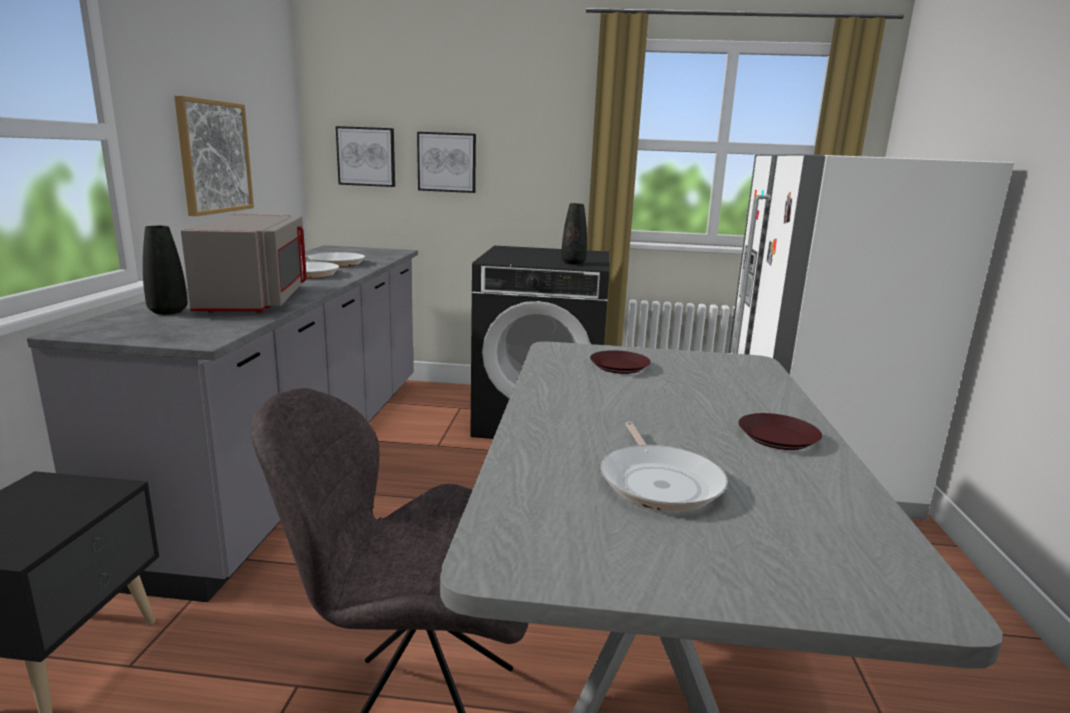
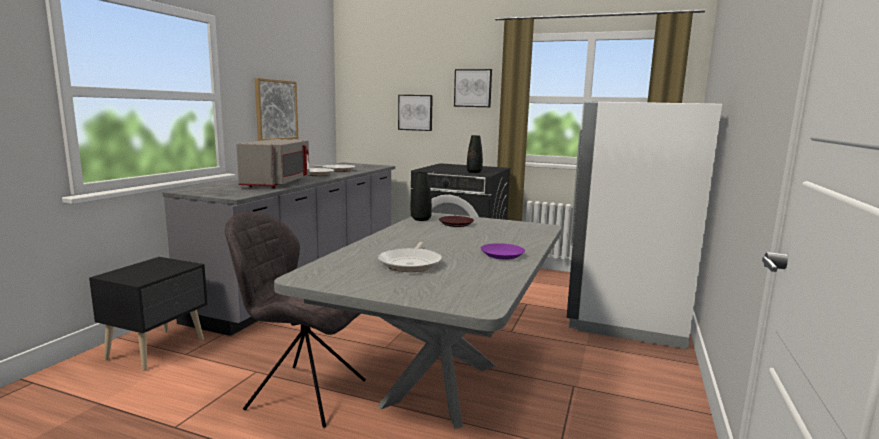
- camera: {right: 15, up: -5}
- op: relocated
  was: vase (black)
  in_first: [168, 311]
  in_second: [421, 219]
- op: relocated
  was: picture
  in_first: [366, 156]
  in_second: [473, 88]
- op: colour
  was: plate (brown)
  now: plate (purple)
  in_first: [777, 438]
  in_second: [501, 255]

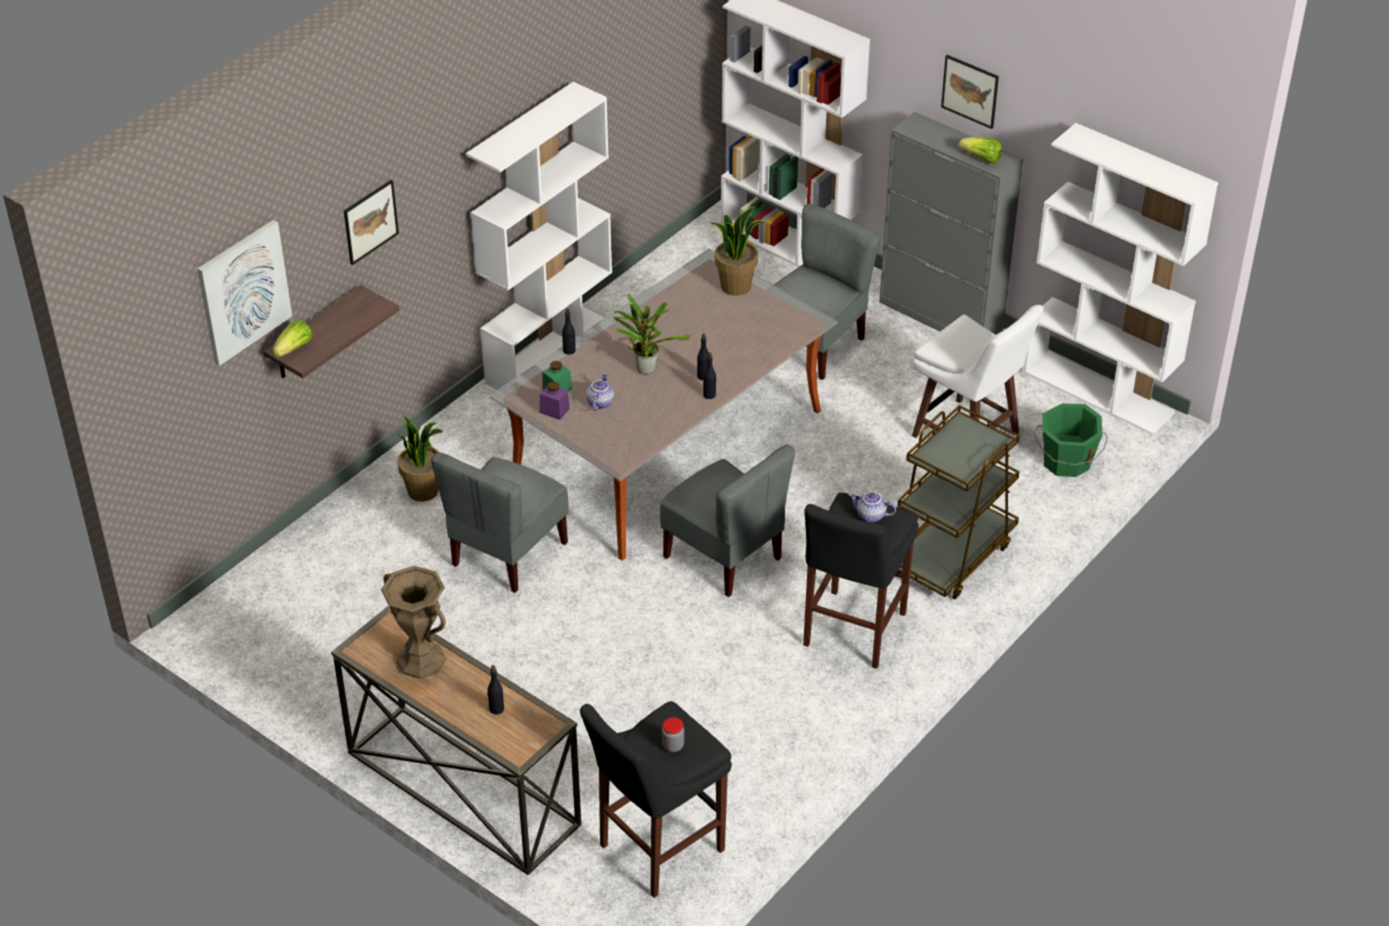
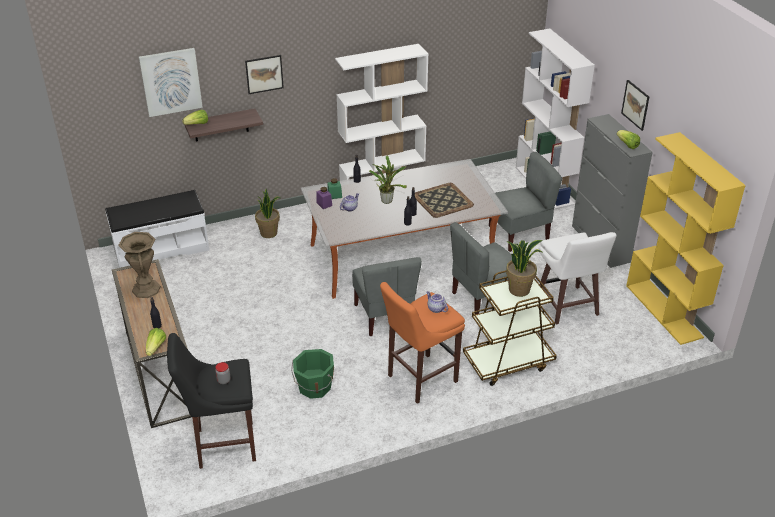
- camera: {right: 30, up: -5}
- op: appeared
  now: bench (white)
  in_second: [161, 248]
- op: appeared
  now: lettuce
  in_second: [156, 348]
- op: relocated
  was: bucket (green)
  in_first: [1066, 461]
  in_second: [314, 387]
- op: colour
  was: stool (black)
  now: stool (orange)
  in_first: [851, 632]
  in_second: [419, 379]
- op: appeared
  now: tray
  in_second: [442, 200]
- op: relocated
  was: chair (grey)
  in_first: [507, 554]
  in_second: [484, 297]
- op: relocated
  was: potted plant
  in_first: [735, 285]
  in_second: [519, 289]
- op: colour
  was: bookcase (white)
  now: bookcase (yellow)
  in_first: [1099, 392]
  in_second: [664, 311]

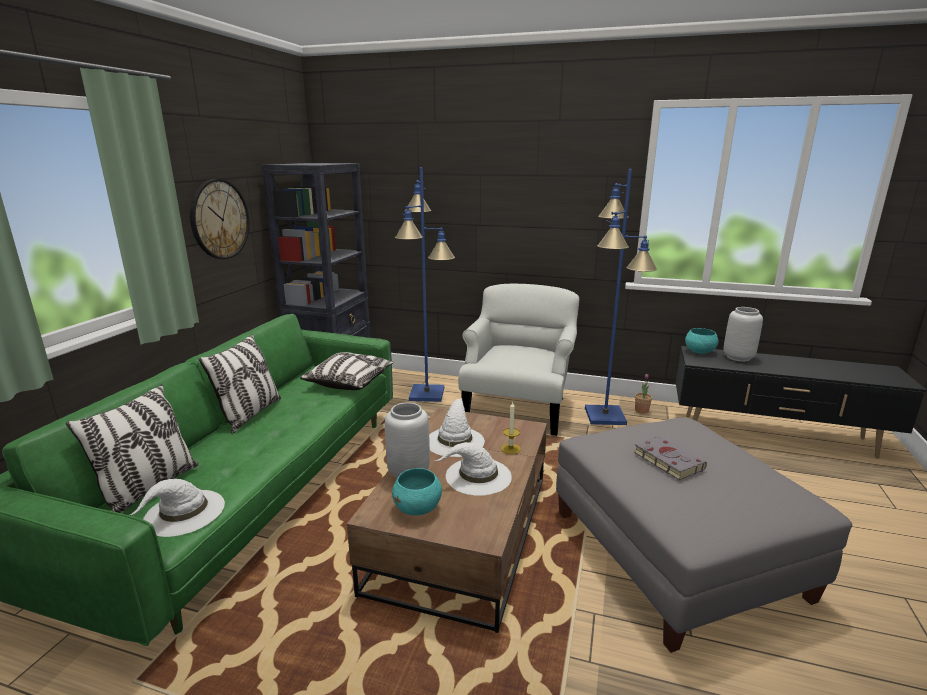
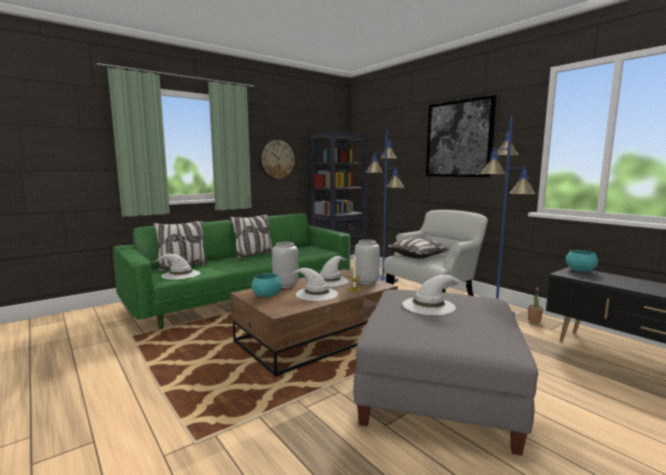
- camera: {right: 35, up: -10}
- op: relocated
  was: vase (grey)
  in_first: [739, 357]
  in_second: [367, 282]
- op: relocated
  was: pillow
  in_first: [349, 381]
  in_second: [418, 256]
- op: exchanged
  was: book (grey)
  now: hat (white)
  in_first: [666, 460]
  in_second: [429, 305]
- op: appeared
  now: picture
  in_second: [459, 139]

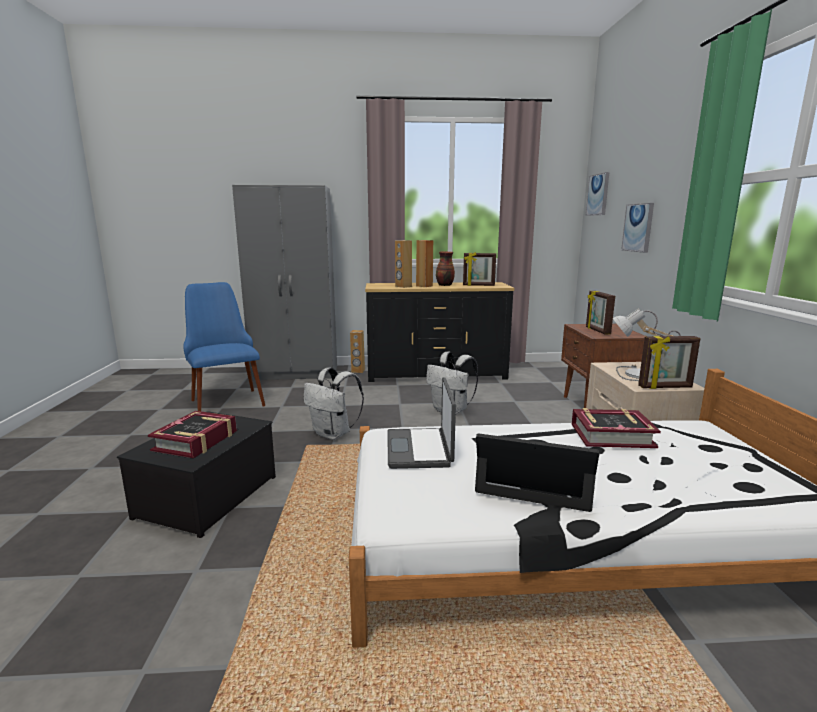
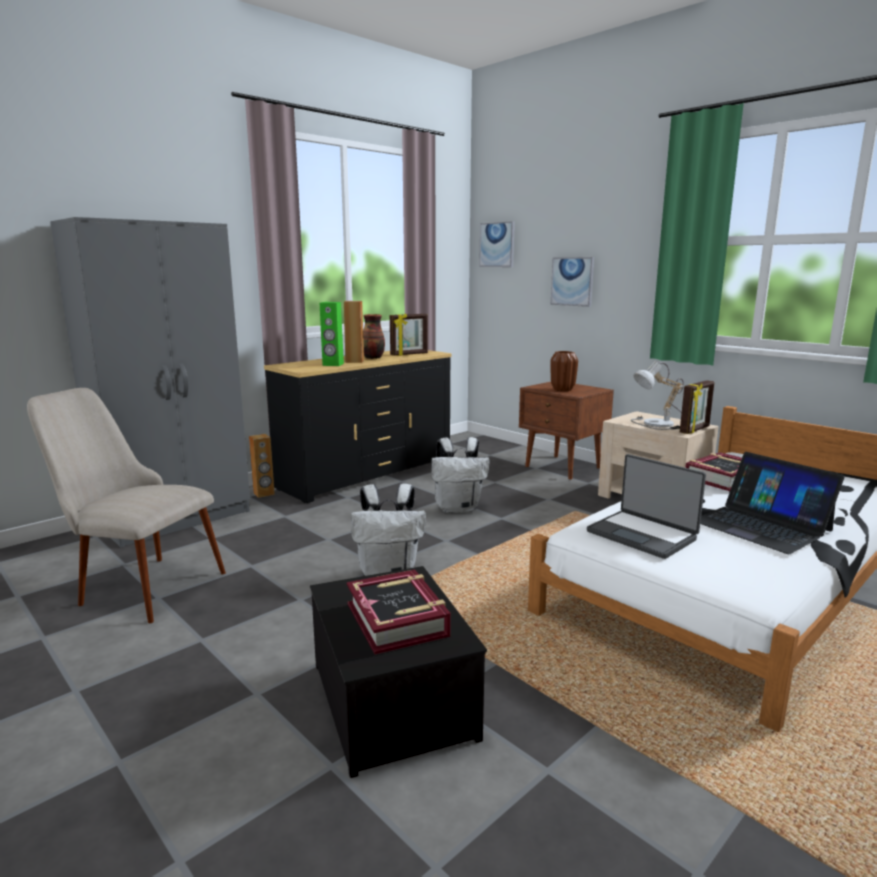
- camera: {right: -40, up: 0}
- op: colour
  was: chair (blue)
  now: chair (beige)
  in_first: [225, 399]
  in_second: [137, 584]
- op: colour
  was: speaker (brown)
  now: speaker (green)
  in_first: [403, 286]
  in_second: [333, 364]
- op: exchanged
  was: picture frame
  now: vase (brown)
  in_first: [597, 331]
  in_second: [563, 390]
- op: spun
  was: laptop
  in_first: [534, 479]
  in_second: [761, 525]
  clockwise: -105

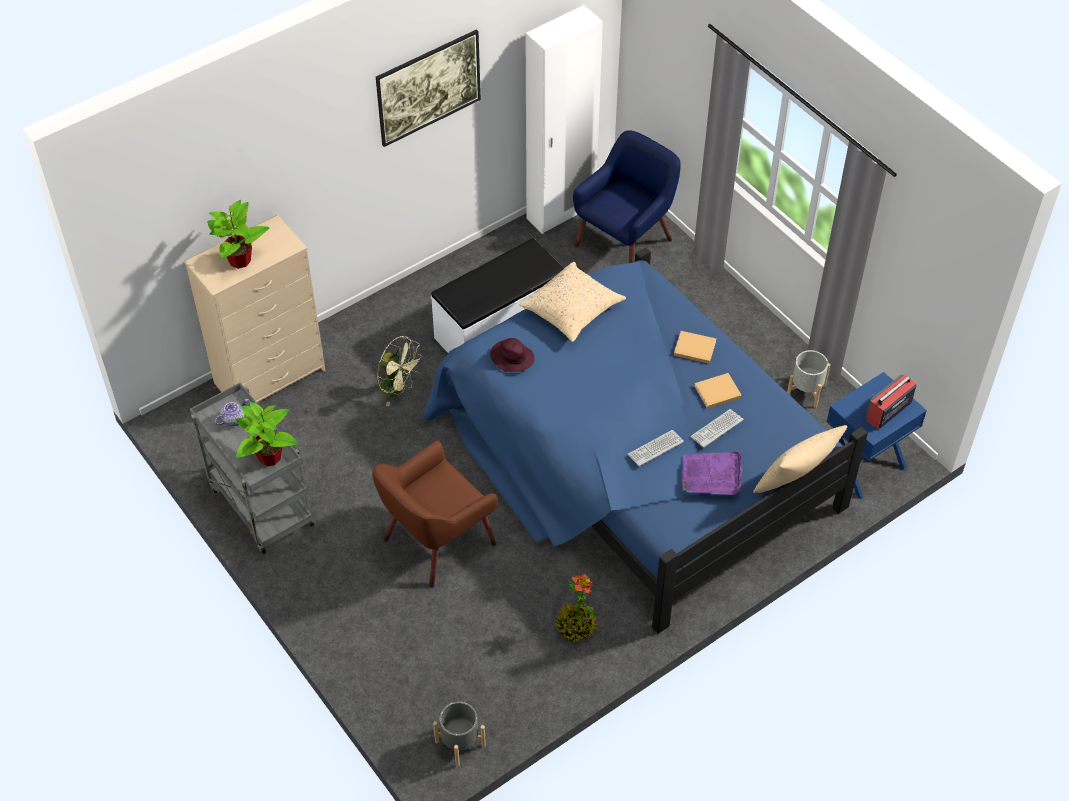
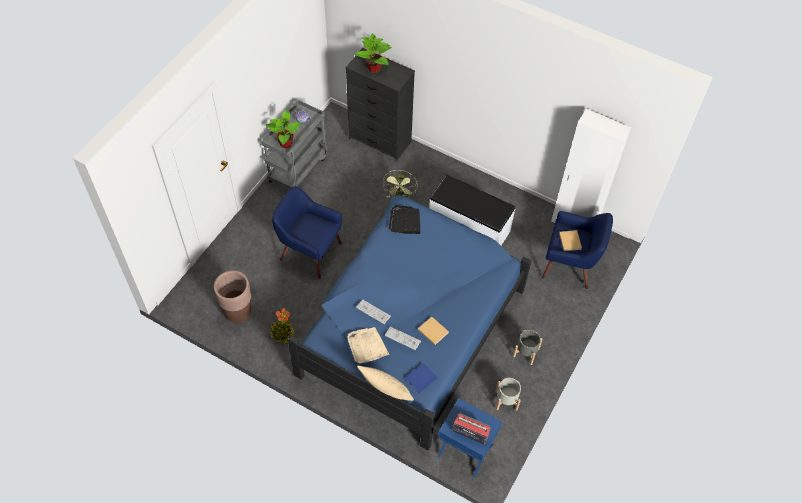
- camera: {right: 65, up: 5}
- op: appeared
  now: planter (brown)
  in_second: [238, 312]
- op: colour
  was: armchair (brown)
  now: armchair (blue)
  in_first: [437, 541]
  in_second: [309, 251]
- op: colour
  was: dresser (beige)
  now: dresser (black)
  in_first: [271, 376]
  in_second: [380, 140]
- op: colour
  was: tray (purple)
  now: tray (beige)
  in_first: [711, 475]
  in_second: [367, 346]
- op: exchanged
  was: hat (purple)
  now: tray (black)
  in_first: [511, 357]
  in_second: [405, 221]
- op: appeared
  now: book (blue)
  in_second: [420, 379]
- op: relocated
  was: planter (grey)
  in_first: [460, 743]
  in_second: [526, 352]
- op: relocated
  was: book (beige)
  in_first: [693, 348]
  in_second: [570, 240]
- op: missing
  was: picture
  in_first: [430, 104]
- op: missing
  was: pillow (beige)
  in_first: [572, 310]

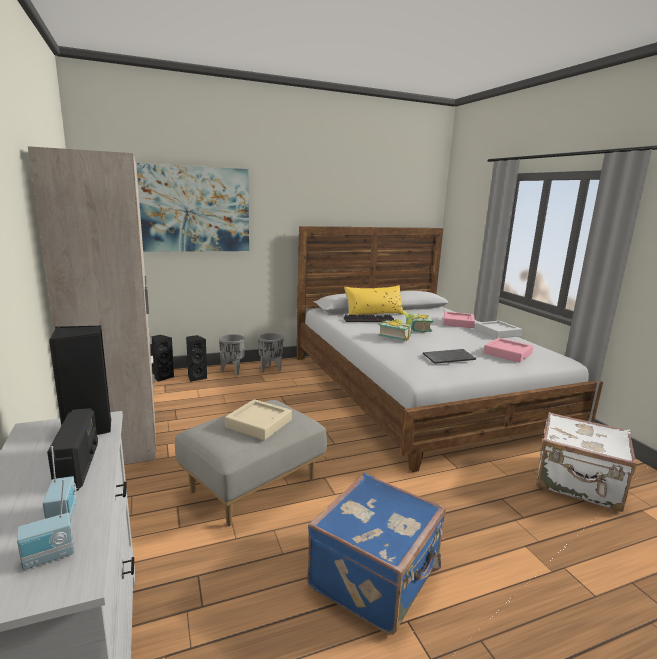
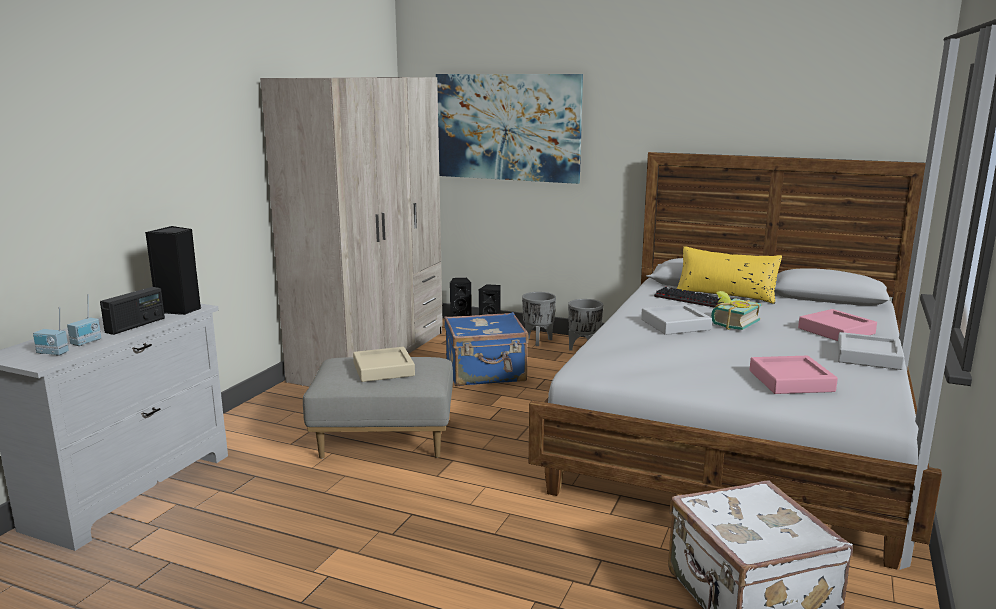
- camera: {right: 45, up: 0}
- op: relocated
  was: suitcase (blue)
  in_first: [376, 577]
  in_second: [486, 374]
- op: exchanged
  was: book
  now: tray (grey)
  in_first: [396, 336]
  in_second: [675, 324]
- op: missing
  was: keyboard
  in_first: [449, 357]

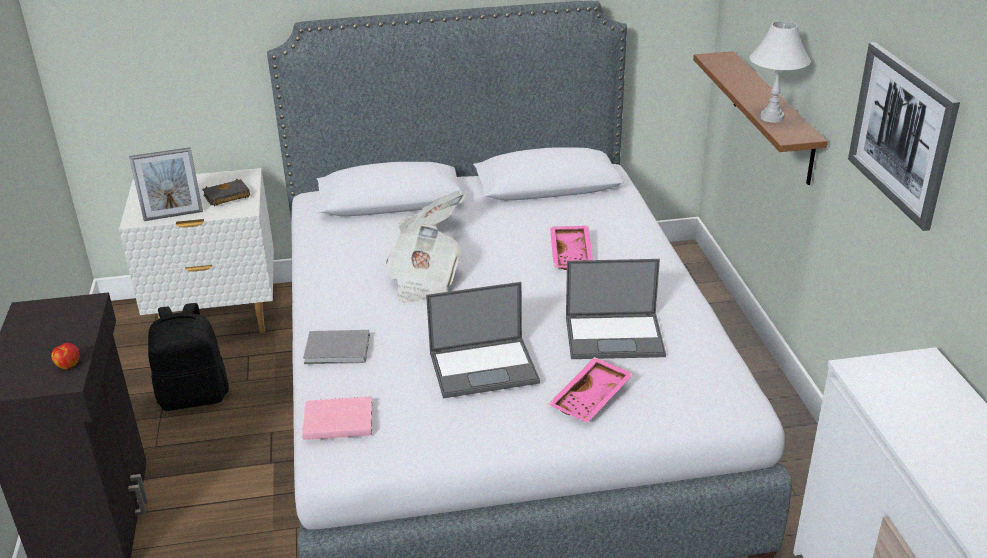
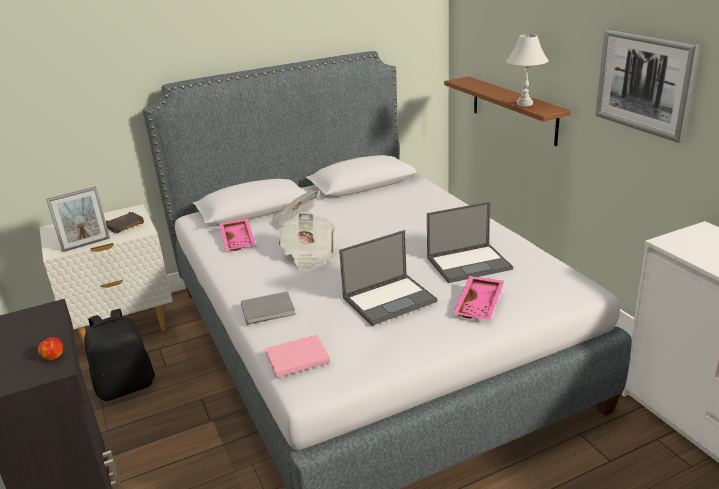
- camera: {right: -15, up: -5}
- op: relocated
  was: tray (pink)
  in_first: [572, 255]
  in_second: [239, 240]

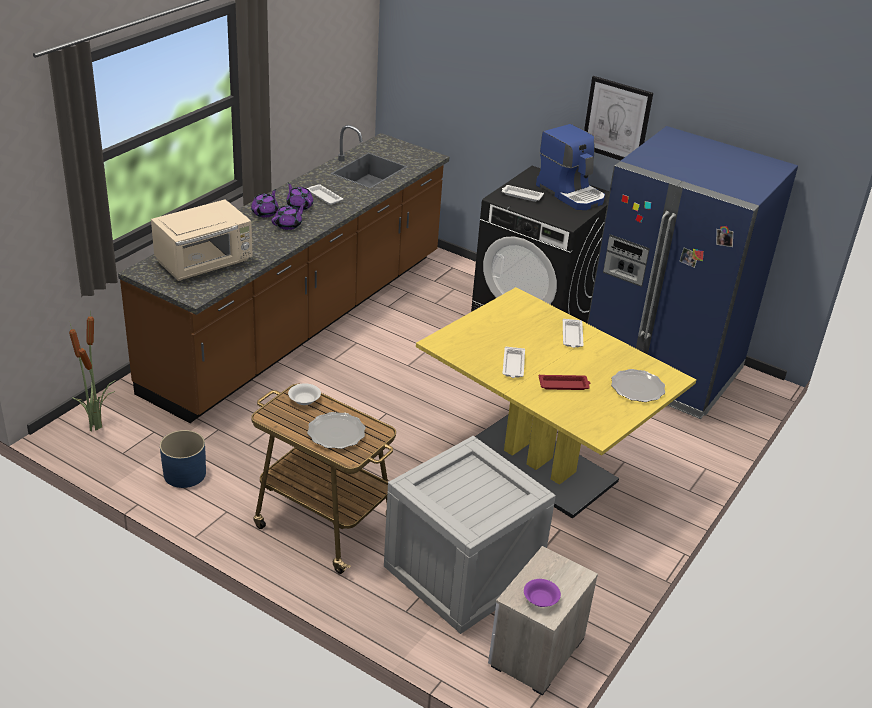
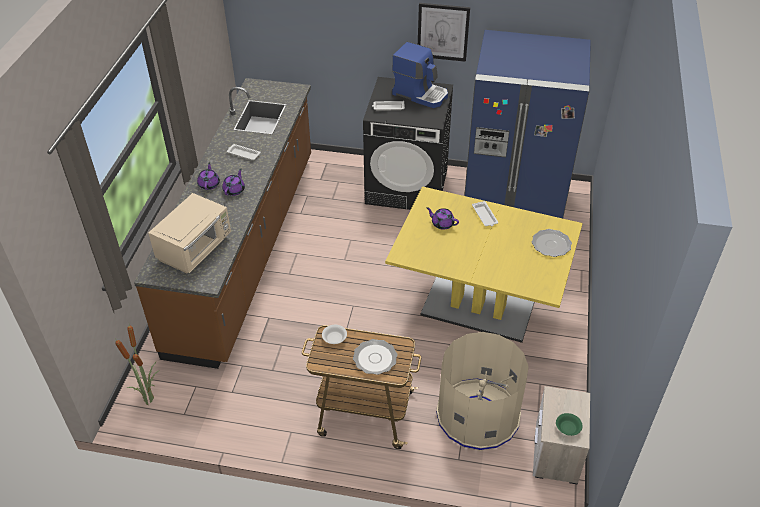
- camera: {right: -20, up: 10}
- op: relocated
  was: teapot (purple)
  in_first: [299, 206]
  in_second: [442, 223]
- op: exchanged
  was: crate
  now: trash can (beige)
  in_first: [462, 574]
  in_second: [478, 415]
- op: colour
  was: bowl (purple)
  now: bowl (green)
  in_first: [540, 599]
  in_second: [567, 428]
- op: missing
  was: planter (blue)
  in_first: [185, 474]
- op: missing
  was: tray (white)
  in_first: [513, 365]
- op: missing
  was: tray (red)
  in_first: [564, 385]

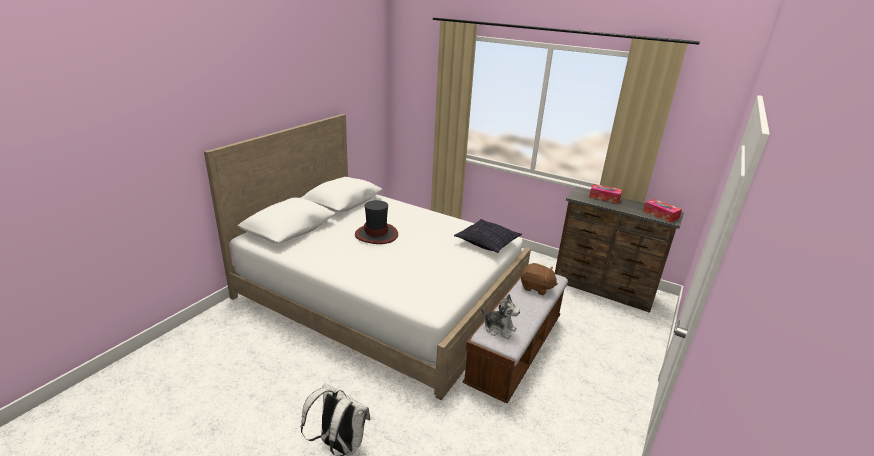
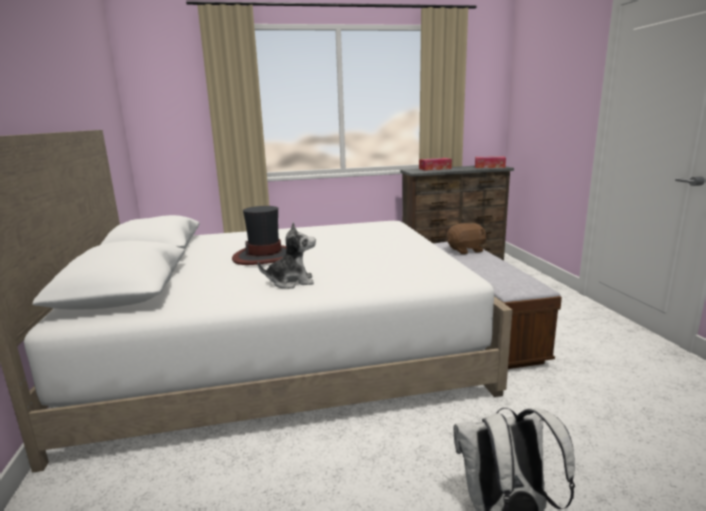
- camera: {right: -40, up: -10}
- op: relocated
  was: plush toy
  in_first: [499, 328]
  in_second: [291, 282]
- op: missing
  was: pillow
  in_first: [487, 243]

